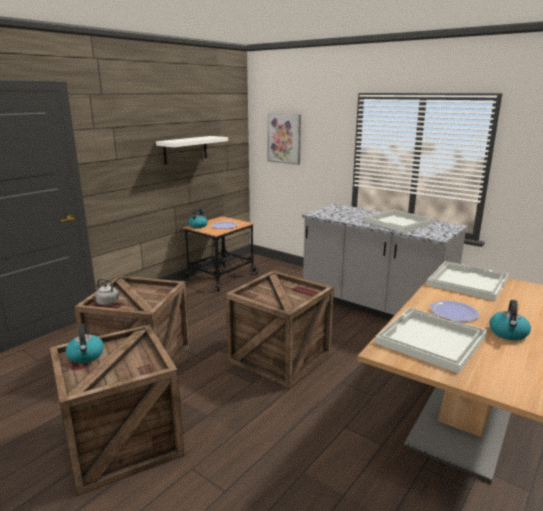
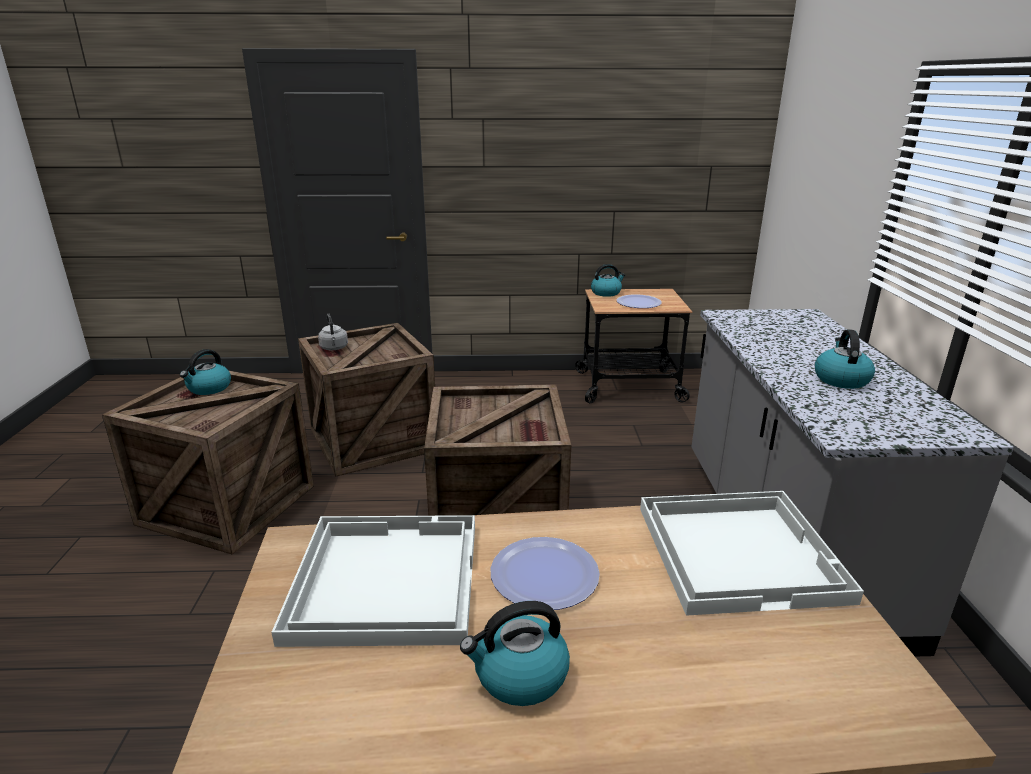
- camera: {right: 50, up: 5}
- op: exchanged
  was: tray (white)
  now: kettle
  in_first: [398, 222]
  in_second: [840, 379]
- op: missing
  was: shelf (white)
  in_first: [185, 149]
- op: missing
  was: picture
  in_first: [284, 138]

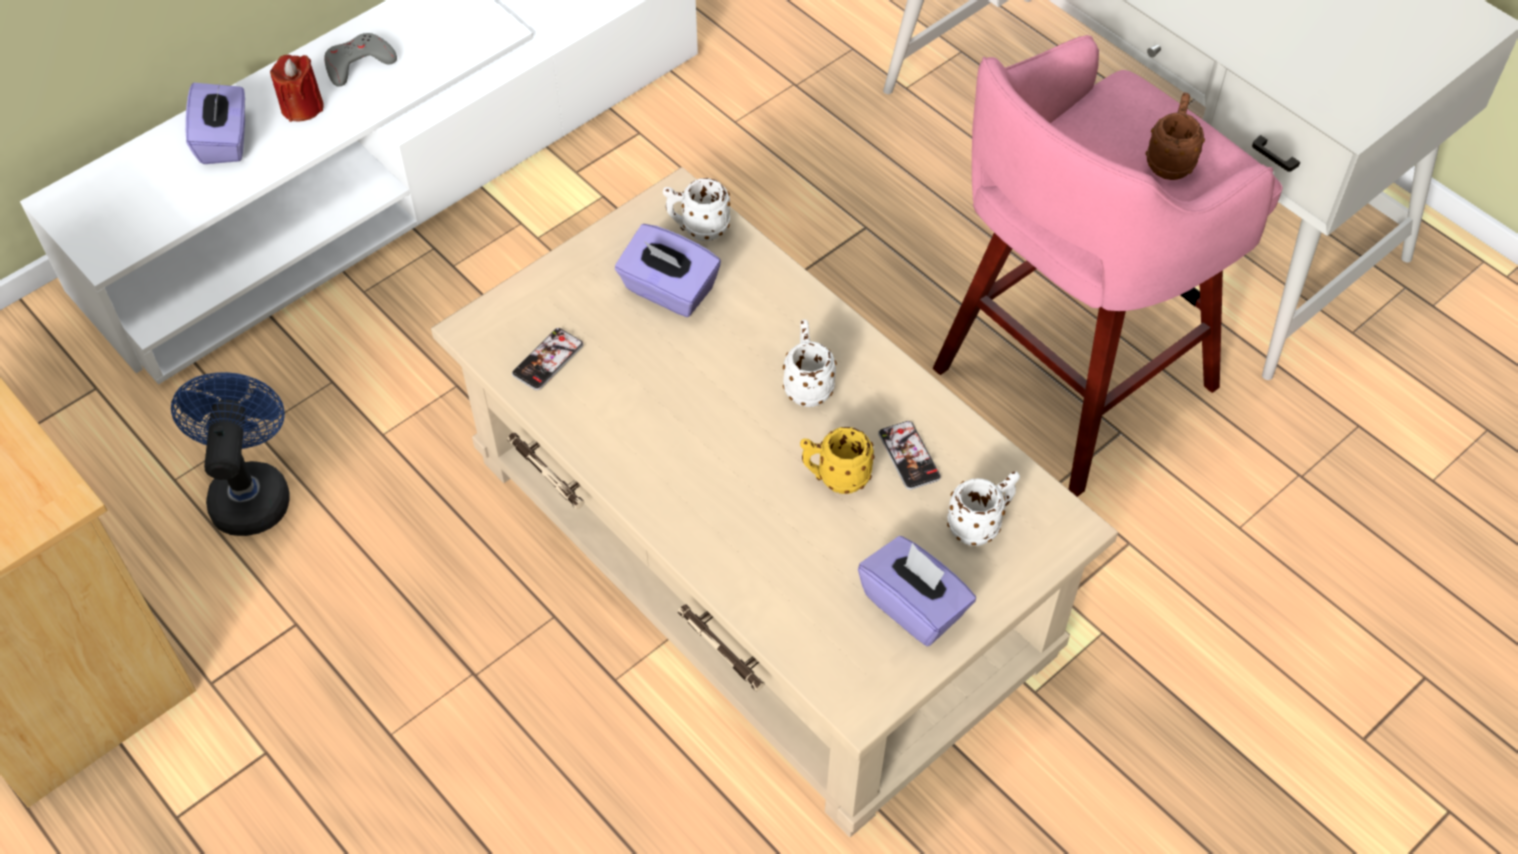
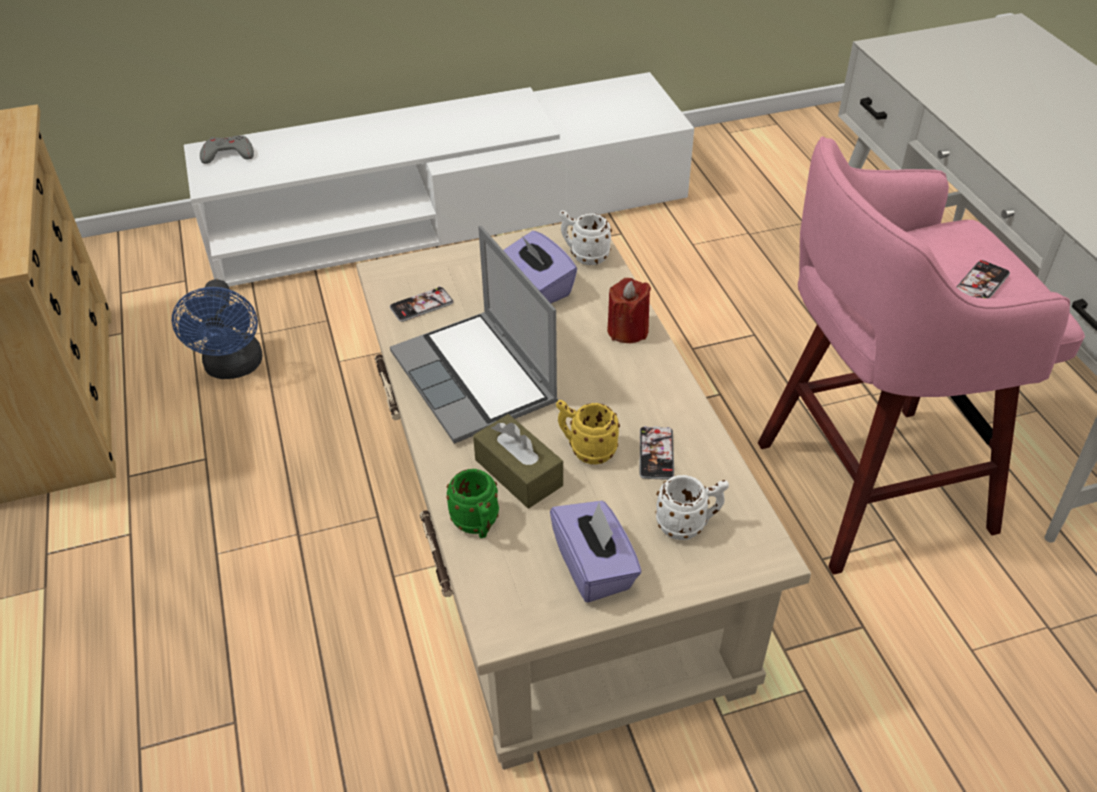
- camera: {right: 25, up: -10}
- op: spun
  was: fan (blue)
  in_first: [250, 491]
  in_second: [233, 368]
  clockwise: 150
- op: relocated
  was: game controller (grey)
  in_first: [358, 64]
  in_second: [228, 154]
- op: appeared
  now: laptop
  in_second: [476, 379]
- op: appeared
  now: mug (green)
  in_second: [477, 525]
- op: appeared
  now: tissue box (brown)
  in_second: [518, 472]
- op: relocated
  was: candle (red)
  in_first: [302, 107]
  in_second: [627, 330]
- op: exchanged
  was: mug (brown)
  now: phone
  in_first: [1170, 160]
  in_second: [981, 283]
- op: missing
  was: tissue box (purple)
  in_first: [225, 140]
- op: missing
  was: mug (white)
  in_first: [807, 384]

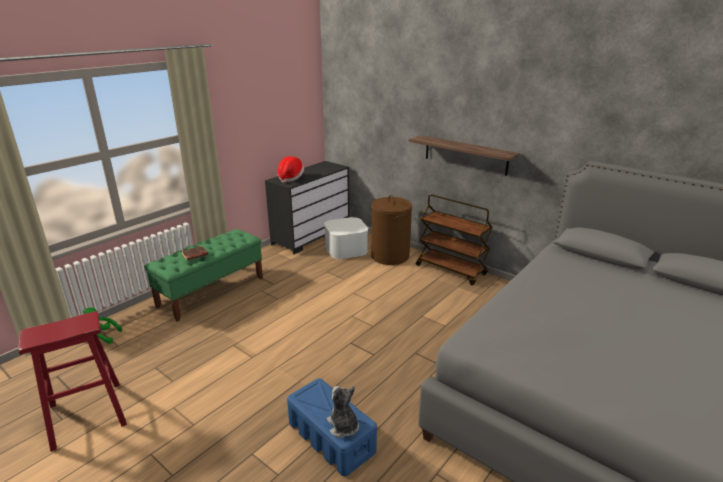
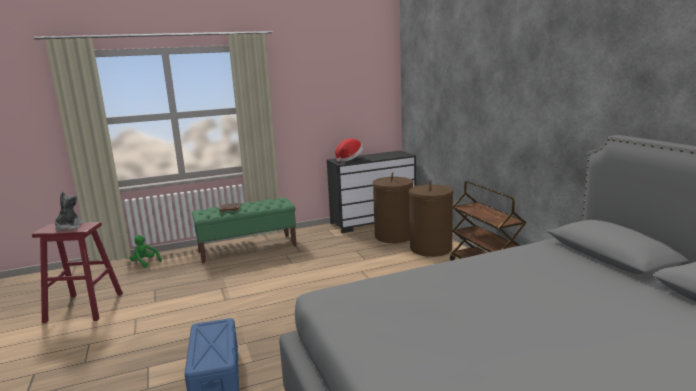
- camera: {right: 30, up: -10}
- op: relocated
  was: plush toy
  in_first: [343, 426]
  in_second: [69, 227]
- op: exchanged
  was: storage box (white)
  now: laundry basket (brown)
  in_first: [346, 249]
  in_second: [393, 236]
- op: missing
  was: shelf
  in_first: [465, 155]

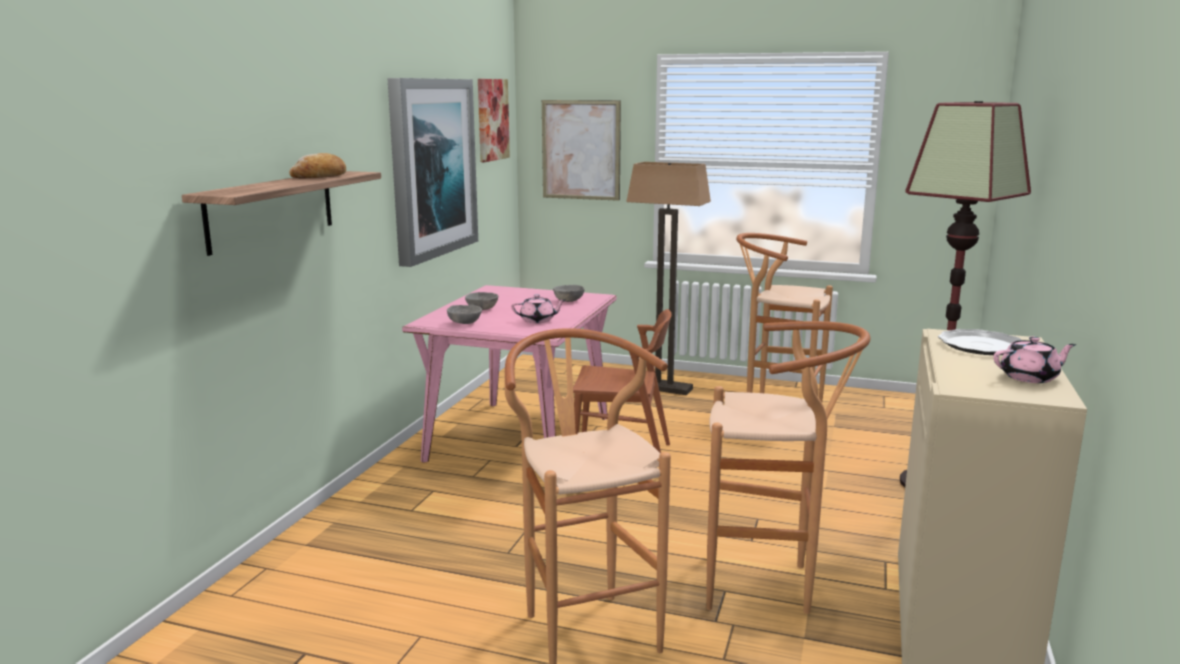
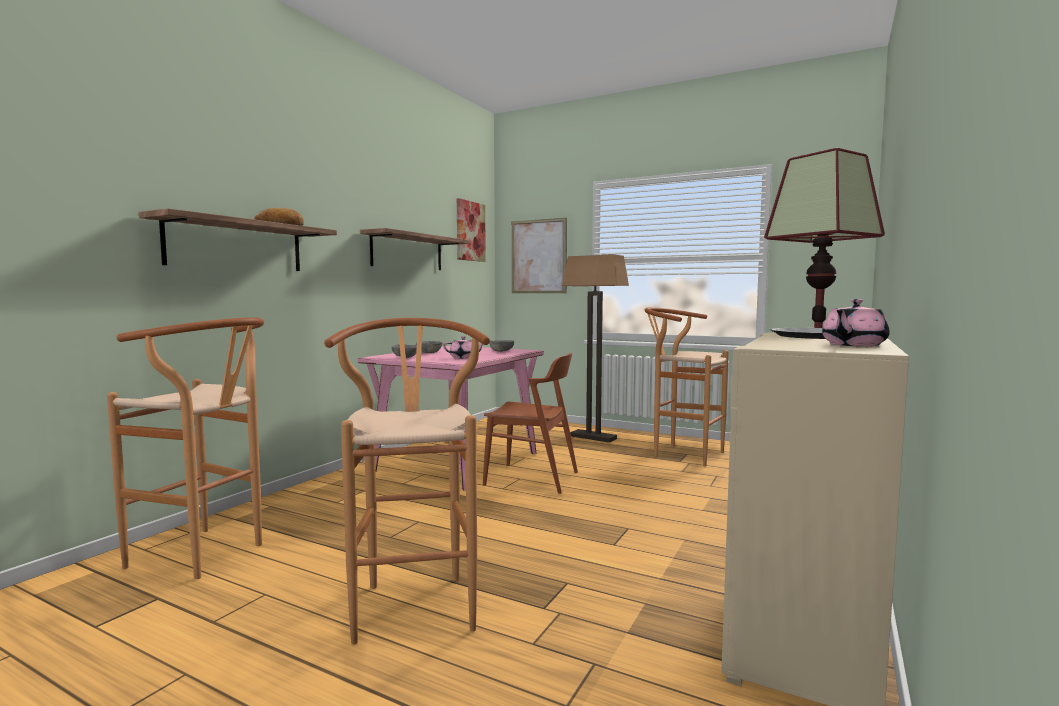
- camera: {right: 10, up: -10}
- op: relocated
  was: stool (brown)
  in_first: [769, 585]
  in_second: [207, 556]
- op: exchanged
  was: picture
  now: shelf
  in_first: [431, 167]
  in_second: [407, 252]
- op: spun
  was: teapot (pink)
  in_first: [1030, 377]
  in_second: [853, 345]
  clockwise: 135

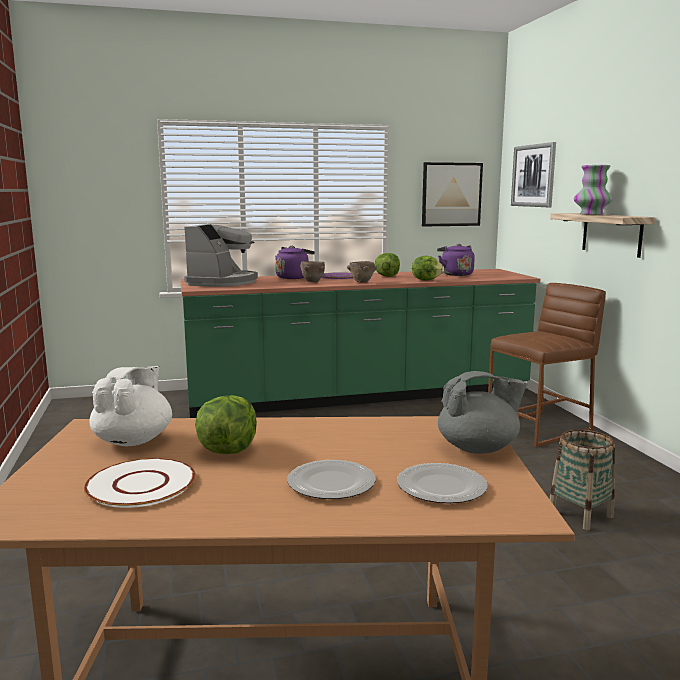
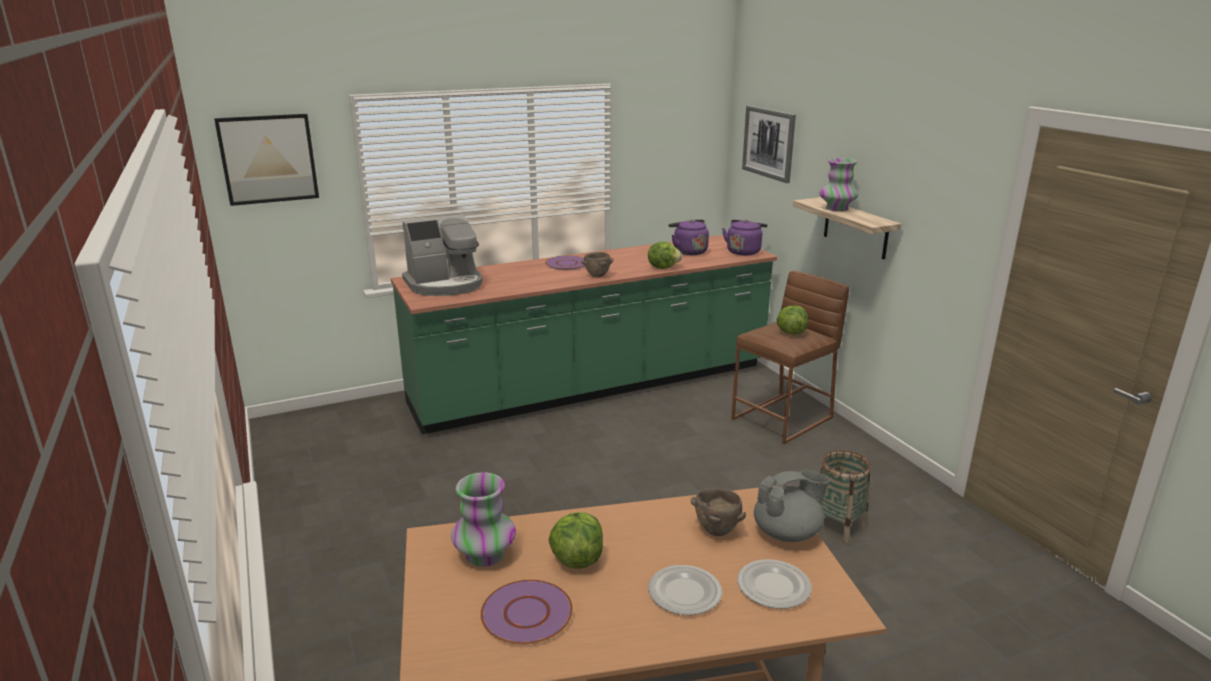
- camera: {right: -10, up: 10}
- op: relocated
  was: picture
  in_first: [451, 194]
  in_second: [268, 159]
- op: spun
  was: coffee machine
  in_first: [223, 282]
  in_second: [445, 285]
  clockwise: 60
- op: exchanged
  was: teapot (white)
  now: vase
  in_first: [134, 440]
  in_second: [485, 555]
- op: colour
  was: plate (white)
  now: plate (purple)
  in_first: [140, 484]
  in_second: [526, 613]
- op: relocated
  was: bowl (brown)
  in_first: [313, 282]
  in_second: [718, 531]
- op: relocated
  was: kettle (purple)
  in_first: [293, 277]
  in_second: [744, 251]
- op: relocated
  was: lettuce
  in_first: [387, 276]
  in_second: [791, 332]

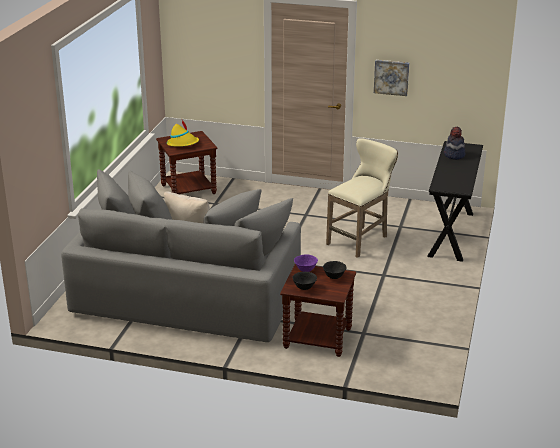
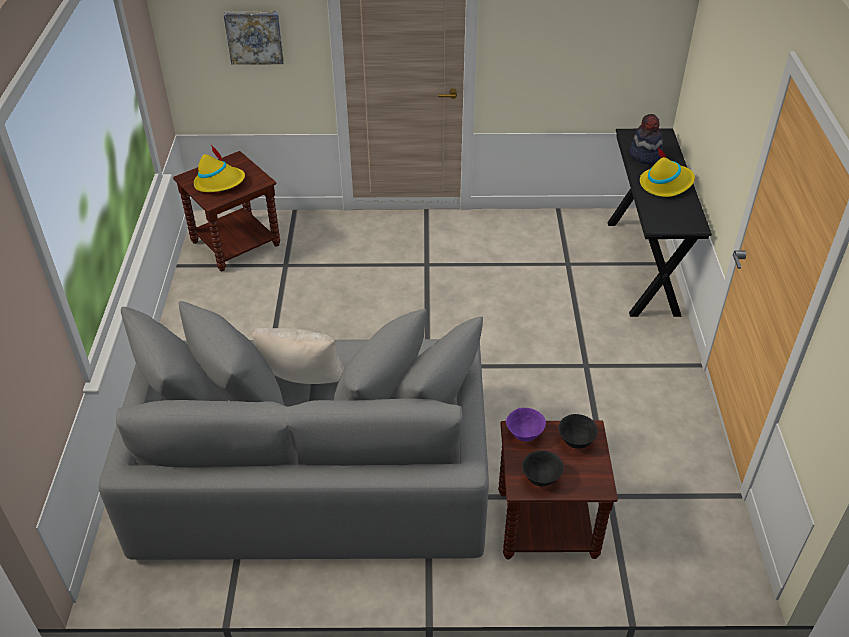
- camera: {right: -15, up: 15}
- op: relocated
  was: picture
  in_first: [391, 77]
  in_second: [254, 36]
- op: appeared
  now: hat (yellow)
  in_second: [666, 184]
- op: missing
  was: stool (beige)
  in_first: [361, 240]

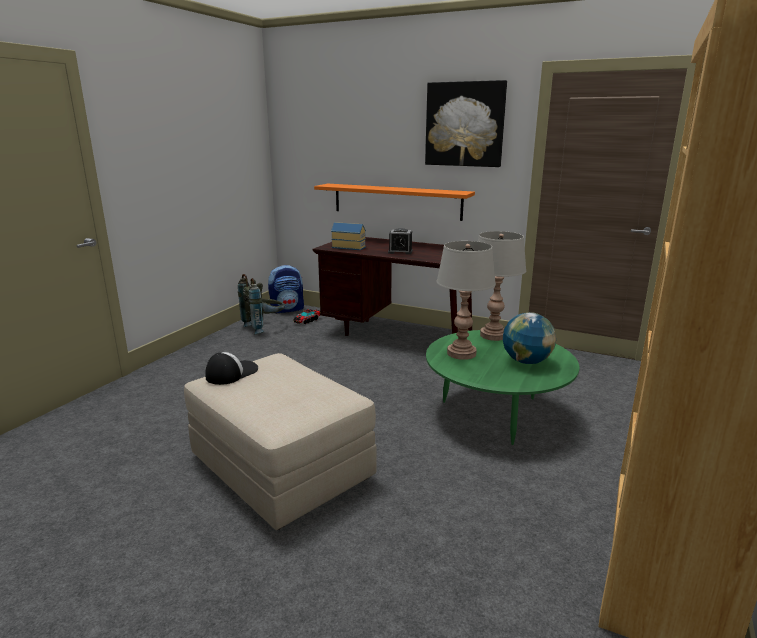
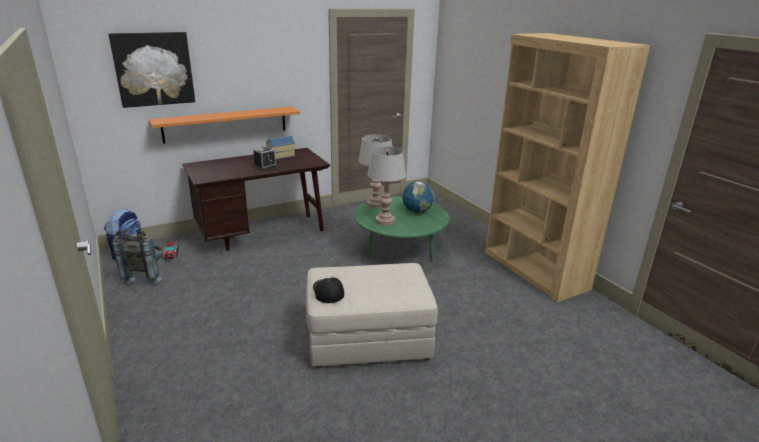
- camera: {right: -55, up: 5}
- op: relocated
  was: picture
  in_first: [465, 124]
  in_second: [153, 69]
- op: relocated
  was: toy house
  in_first: [349, 247]
  in_second: [280, 156]

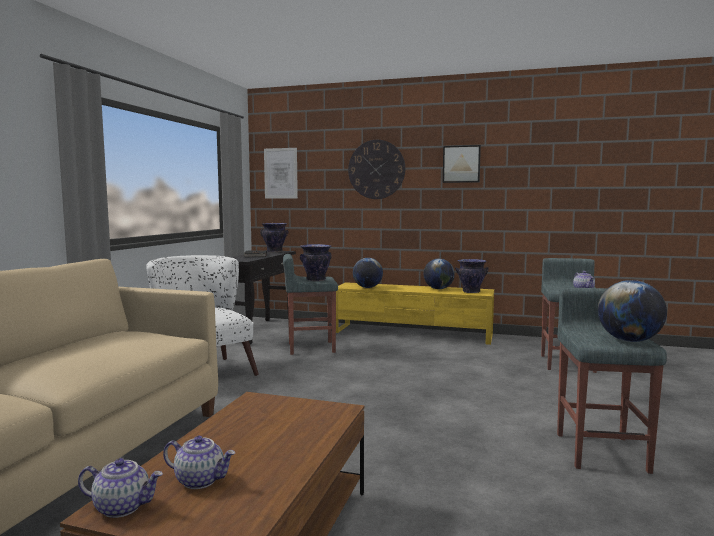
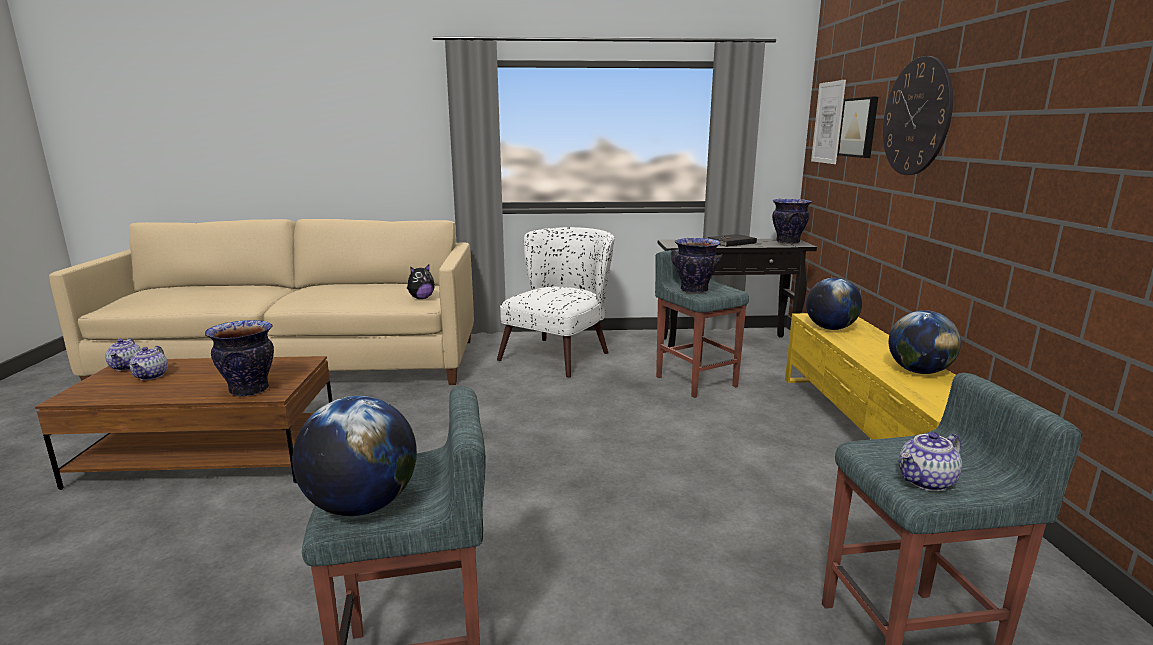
- camera: {right: 70, up: 10}
- op: relocated
  was: vase
  in_first: [471, 292]
  in_second: [250, 390]
- op: appeared
  now: plush toy
  in_second: [421, 298]
- op: relocated
  was: picture
  in_first: [461, 164]
  in_second: [860, 127]

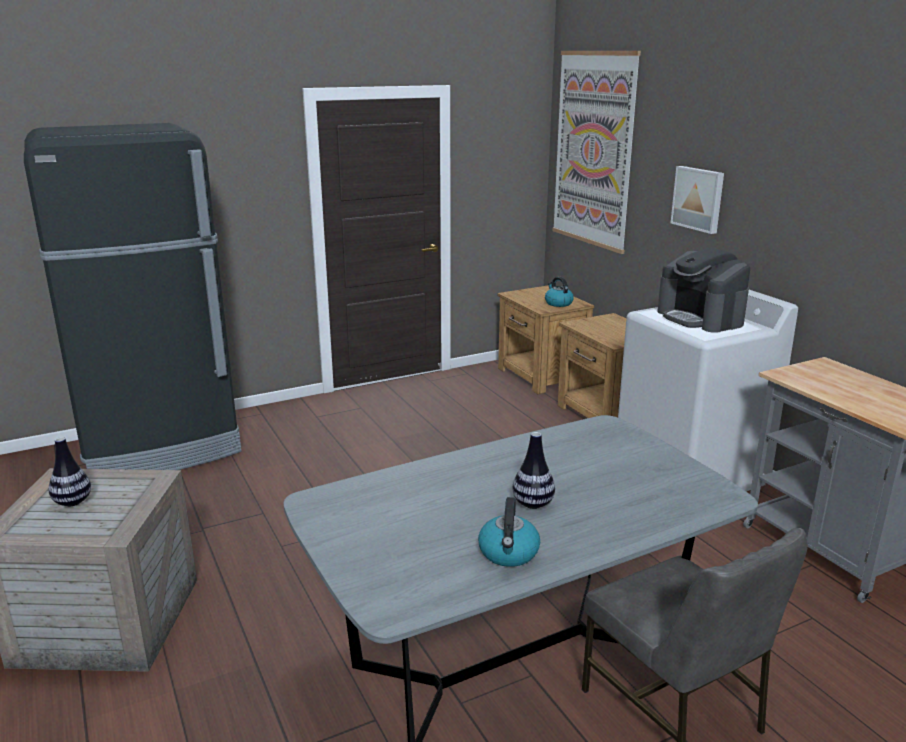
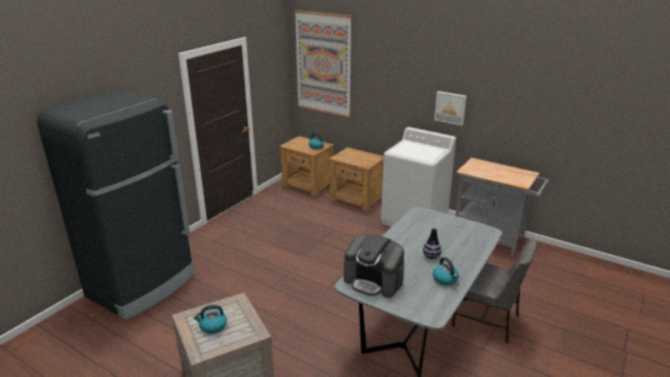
- camera: {right: -30, up: 5}
- op: exchanged
  was: vase
  now: kettle
  in_first: [73, 502]
  in_second: [212, 326]
- op: relocated
  was: coffee machine
  in_first: [700, 318]
  in_second: [373, 281]
- op: relocated
  was: picture
  in_first: [698, 199]
  in_second: [450, 107]

